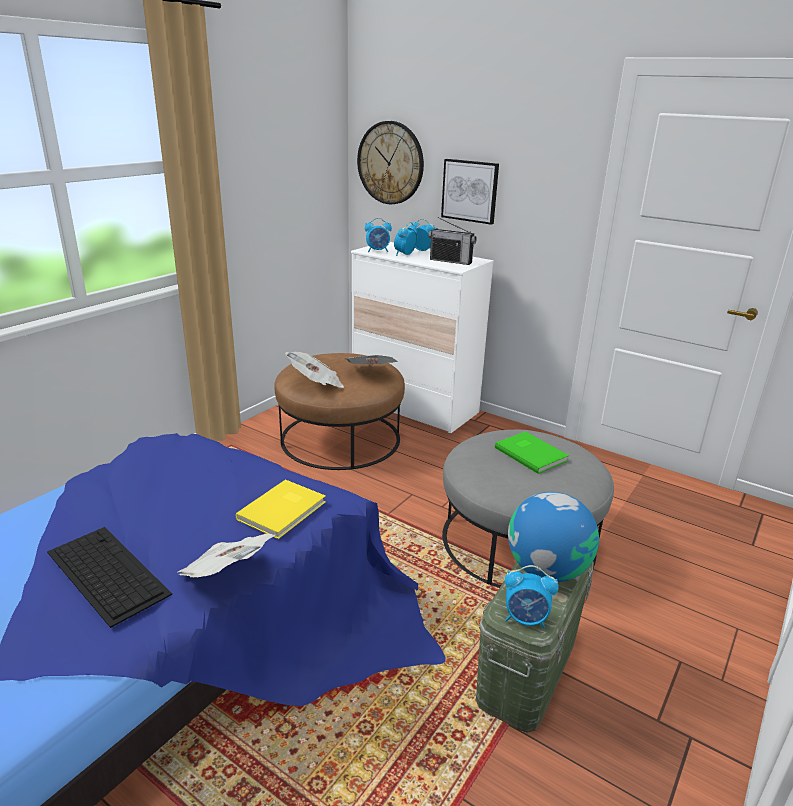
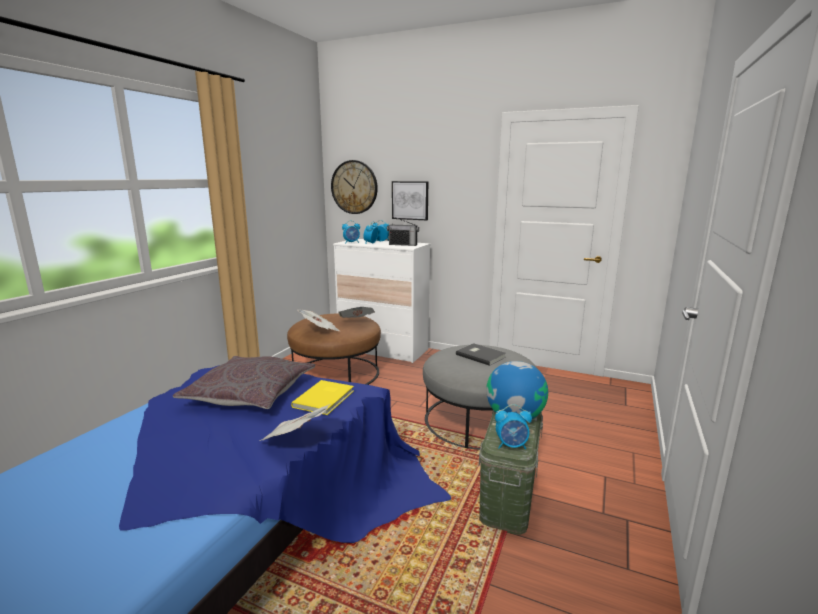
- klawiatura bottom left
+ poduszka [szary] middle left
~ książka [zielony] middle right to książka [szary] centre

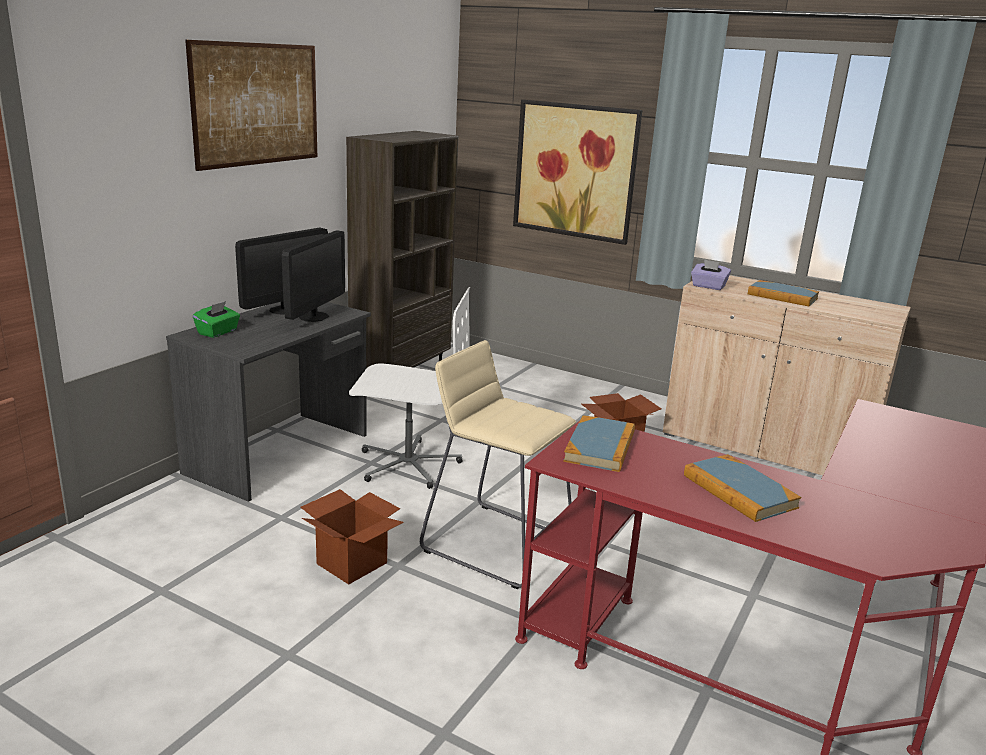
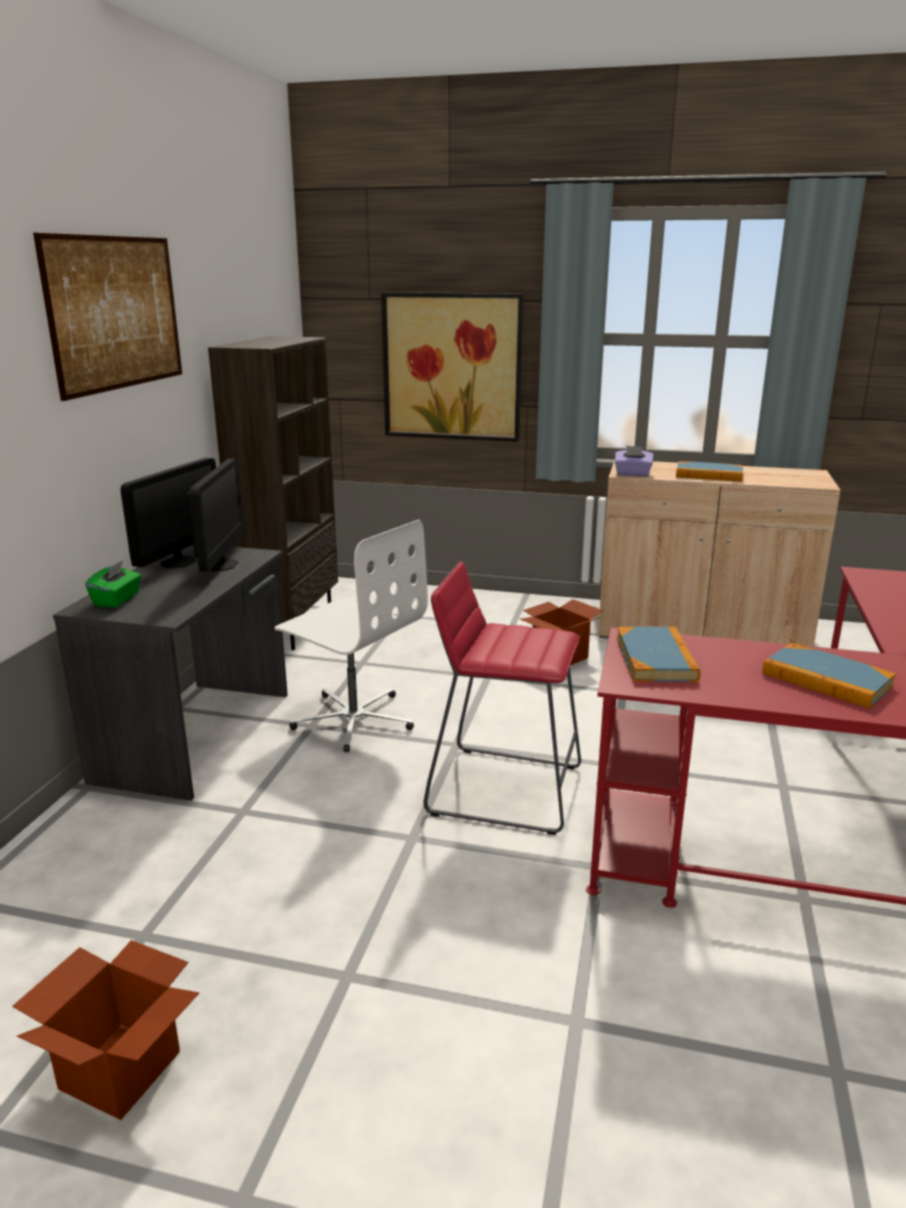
~ karton (no. 1 from left) bottom centre to bottom left
~ stołek [beżowy] centre to stołek [czerwony] centre
~ krzesło biurowe [biały] centre = centre 45 degrees clockwise

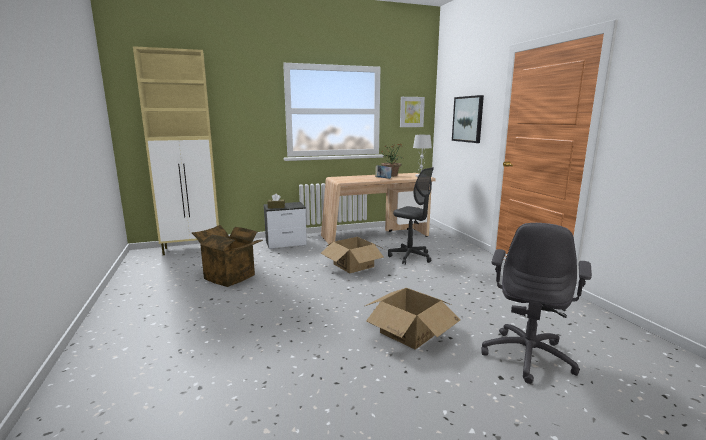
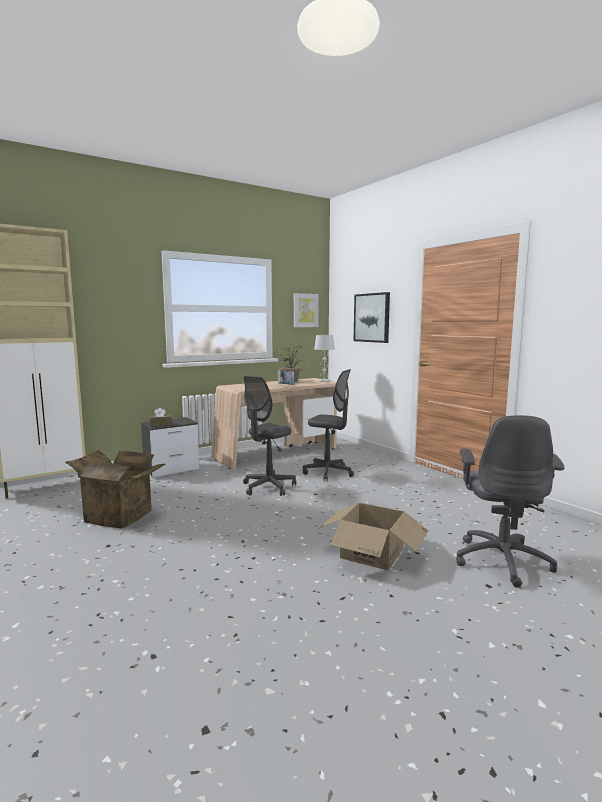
~ karton (no. 2 from left) centre to krzesło biurowe [szary] (no. 1 from left) centre

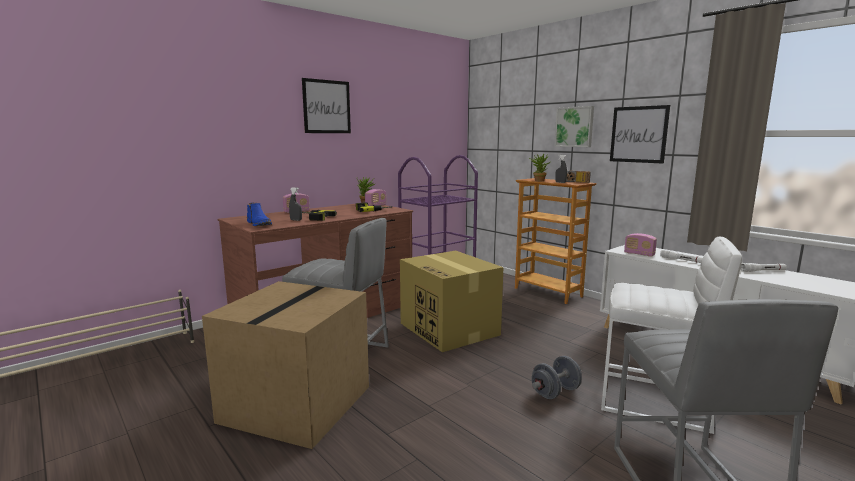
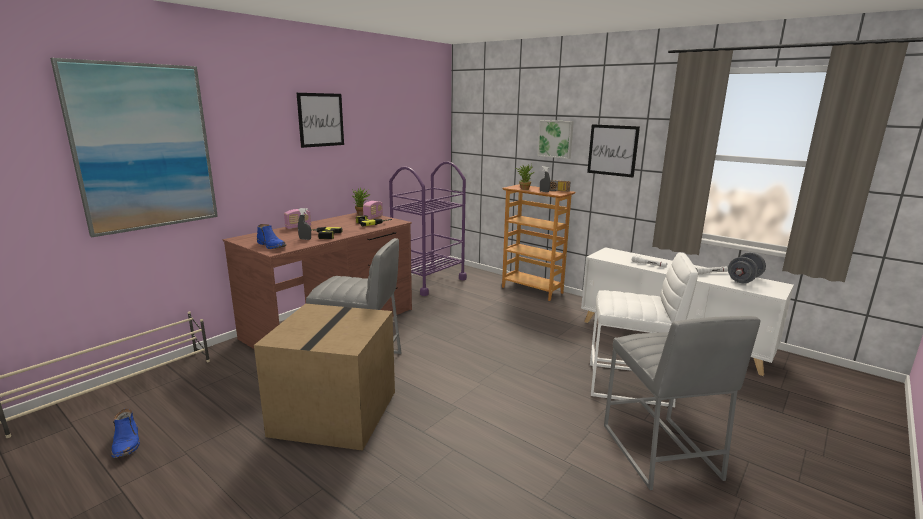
- karton (no. 2 from left) centre
- radio (no. 4 from left) middle right
+ obraz (no. 1 from left) top left
+ but z cholewką [niebieski] (no. 1 from left) bottom left
~ hantel [szary] bottom centre to middle right

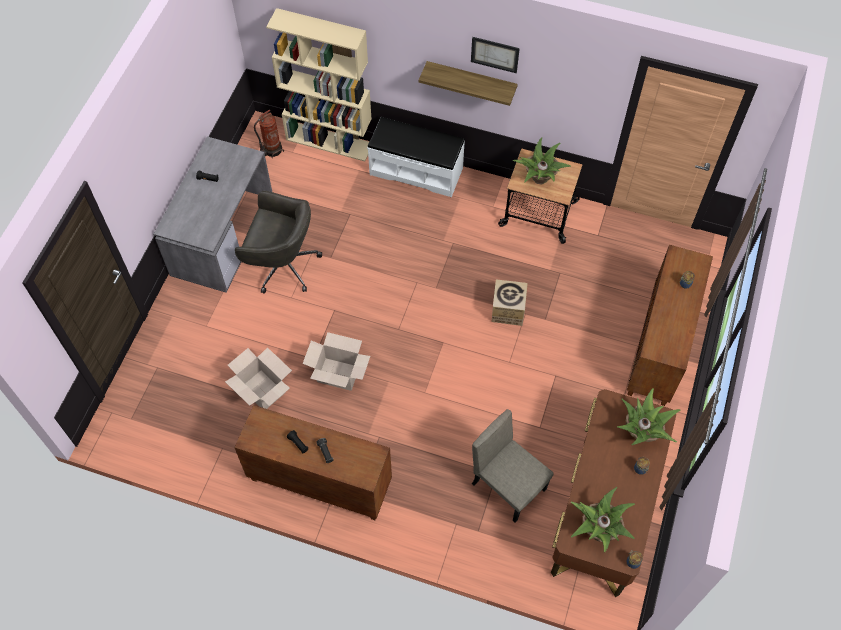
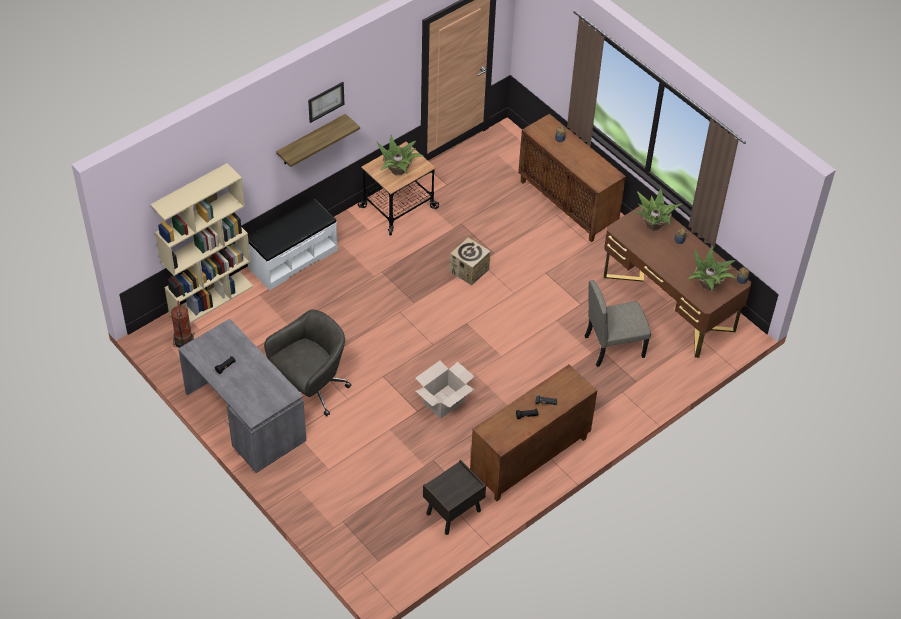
- karton (no. 1 from left) middle left
+ szafka nocna [brązowy] bottom centre

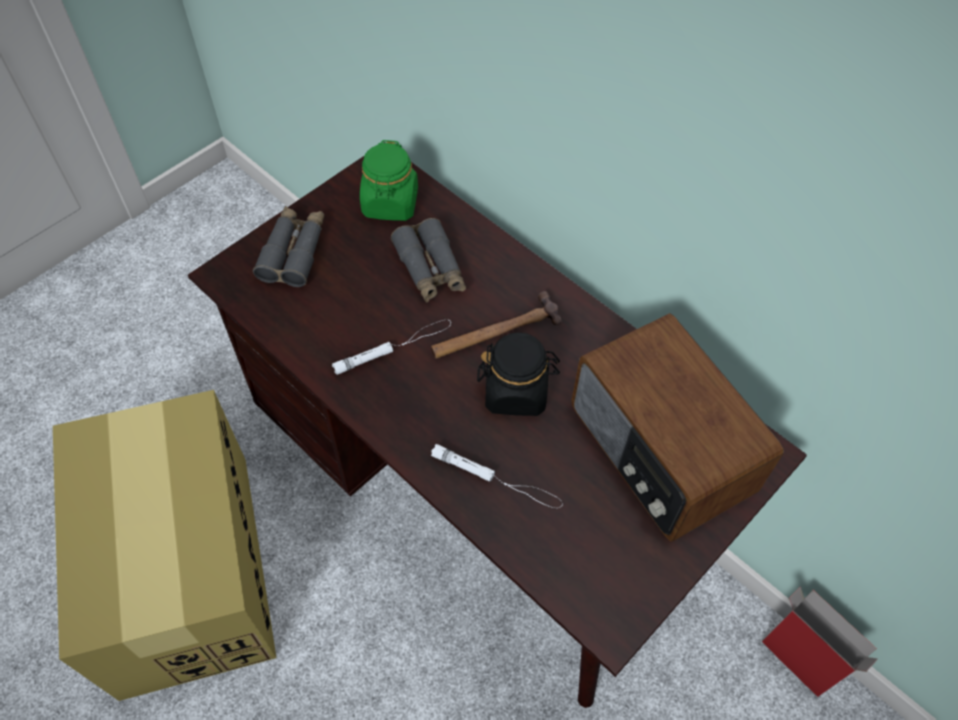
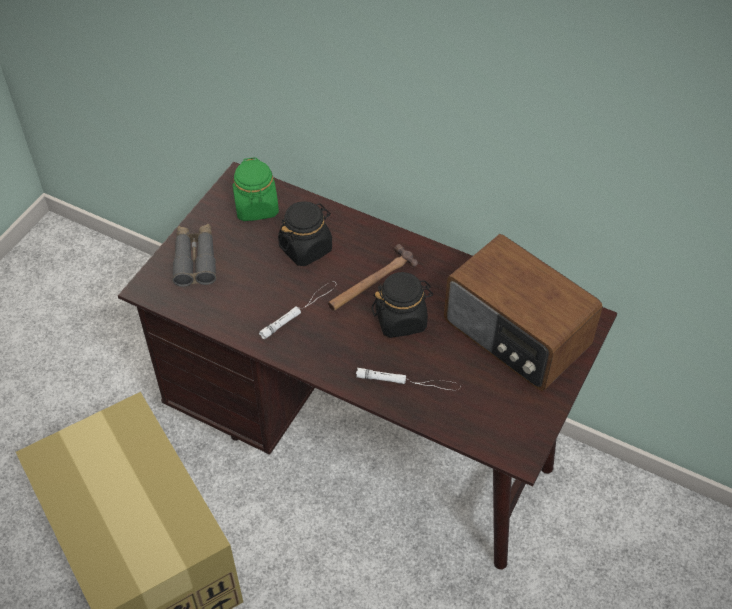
- karton (no. 2 from left) bottom right
~ lornetka [szary] (no. 2 from left) centre to słoik [czarny] (no. 1 from left) centre

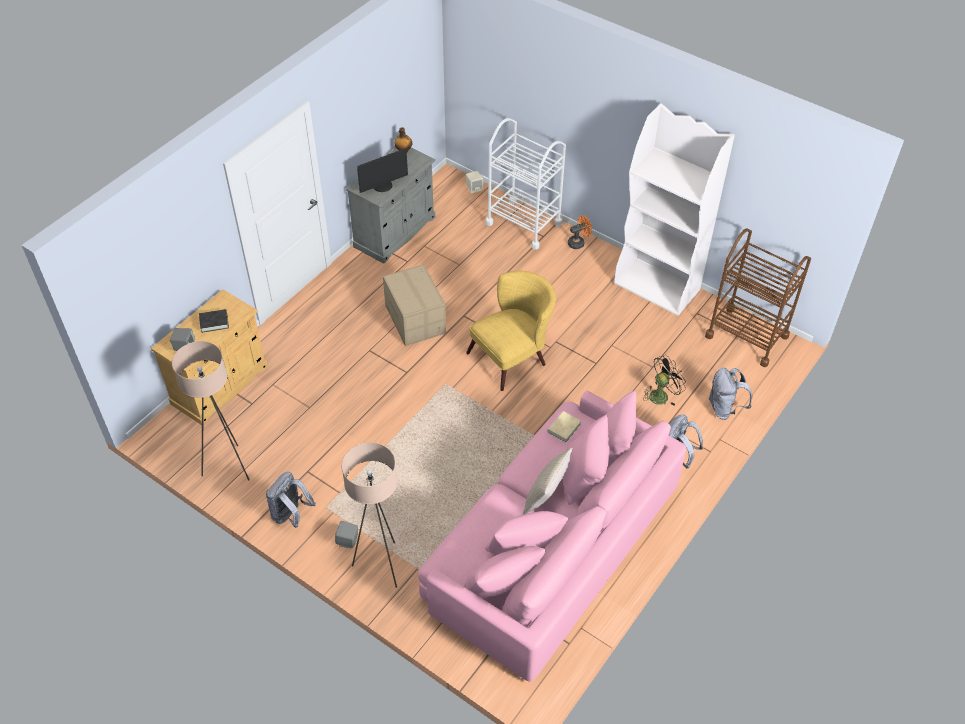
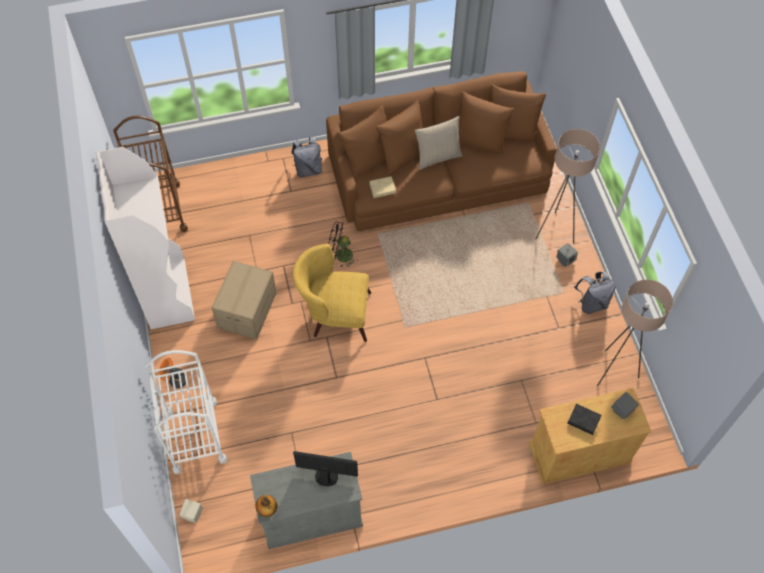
- plecak [szary] (no. 3 from left) middle right
~ karton centre to middle left
~ wentylator [czarny] middle right to centre
~ kanapa [różowy] bottom centre to kanapa [brązowy] top centre

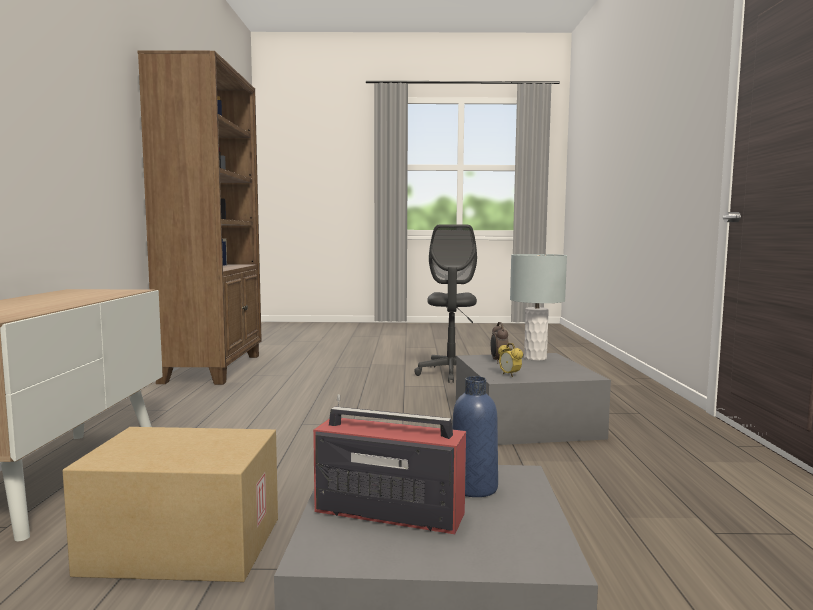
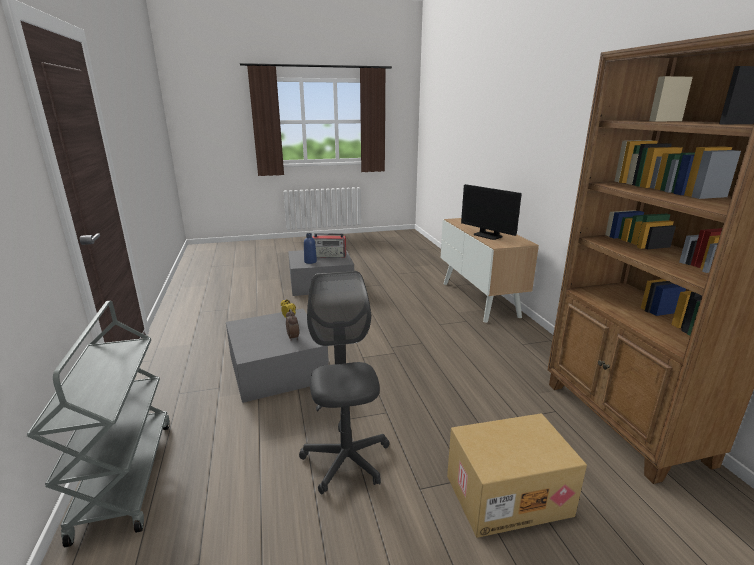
- lampa stołowa [szary] centre
+ wózek [szary] bottom left
+ monitor centre
~ karton bottom left to bottom right

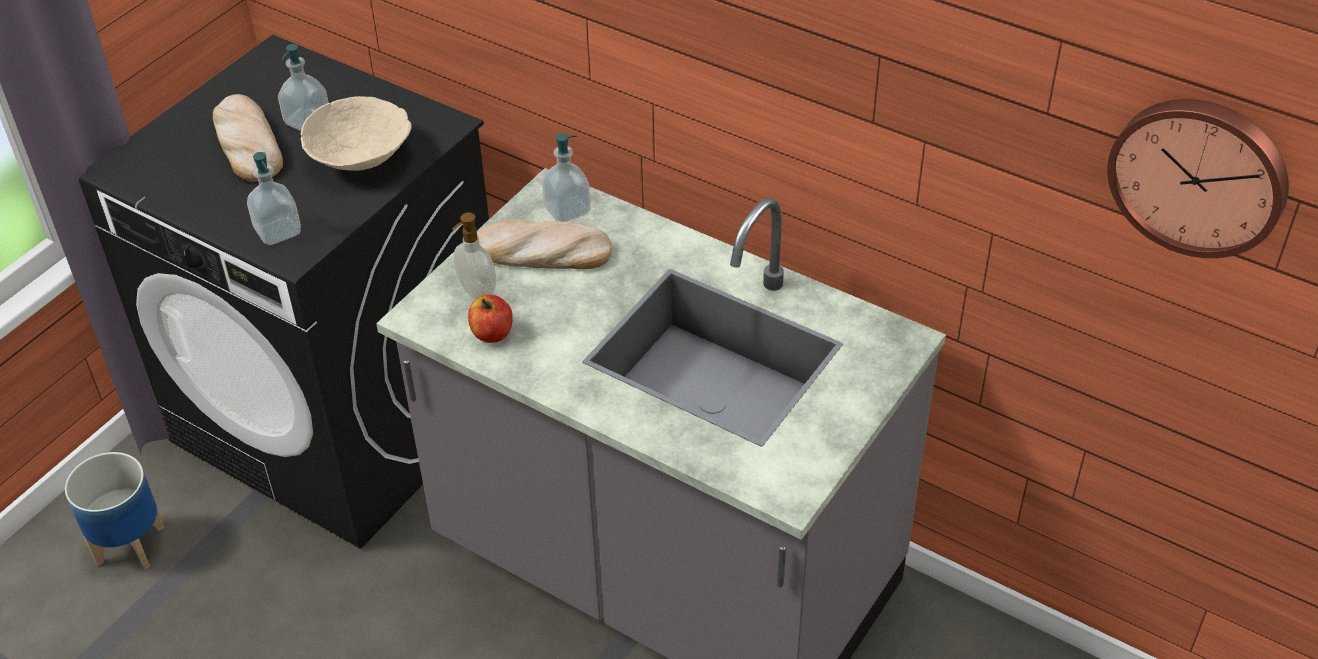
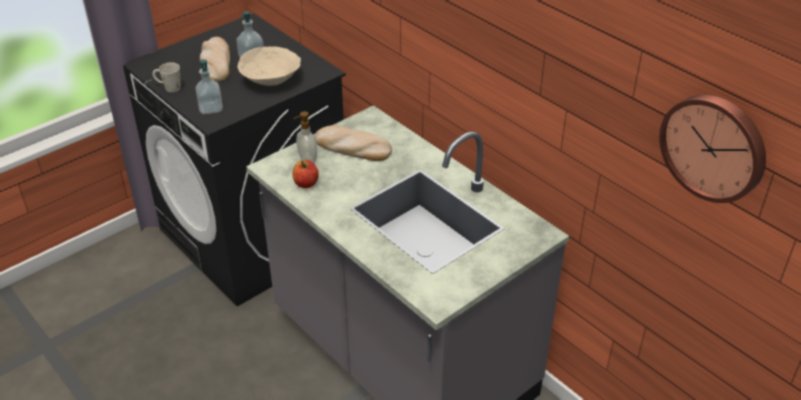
- donica bottom left
- dozownik mydła (no. 4 from left) top centre
+ kubek [biały] top left

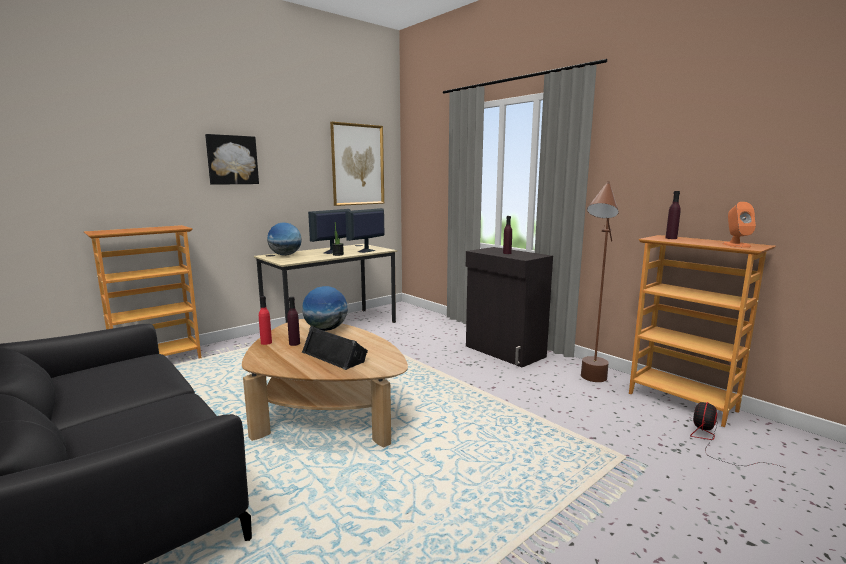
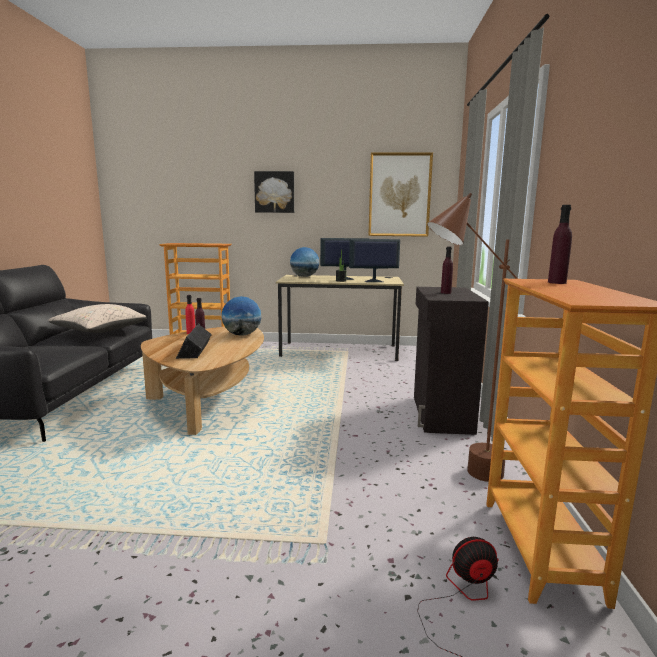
- głośnik [pomarańczowy] middle right
+ poduszka [beżowy] middle left

